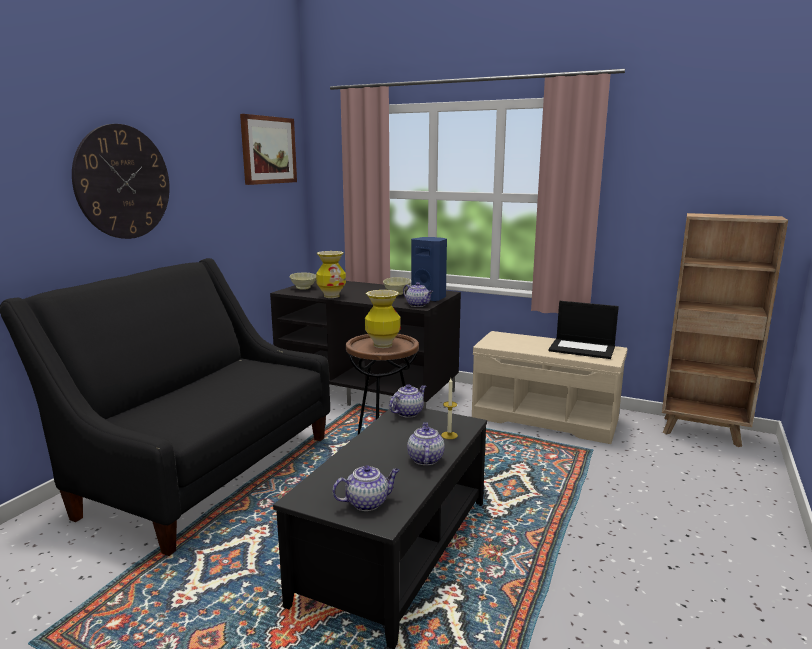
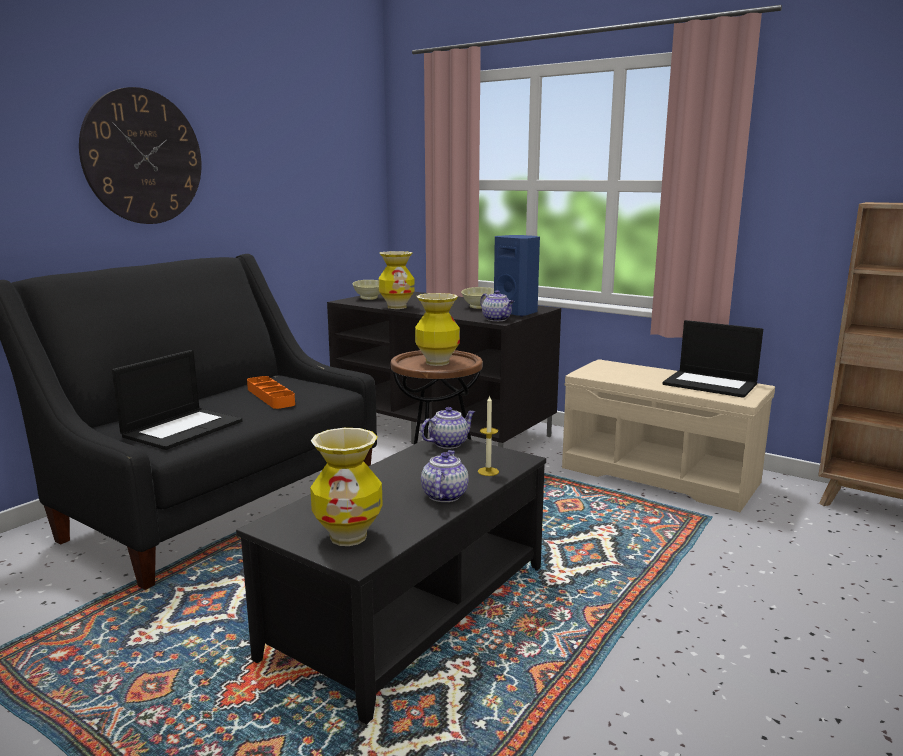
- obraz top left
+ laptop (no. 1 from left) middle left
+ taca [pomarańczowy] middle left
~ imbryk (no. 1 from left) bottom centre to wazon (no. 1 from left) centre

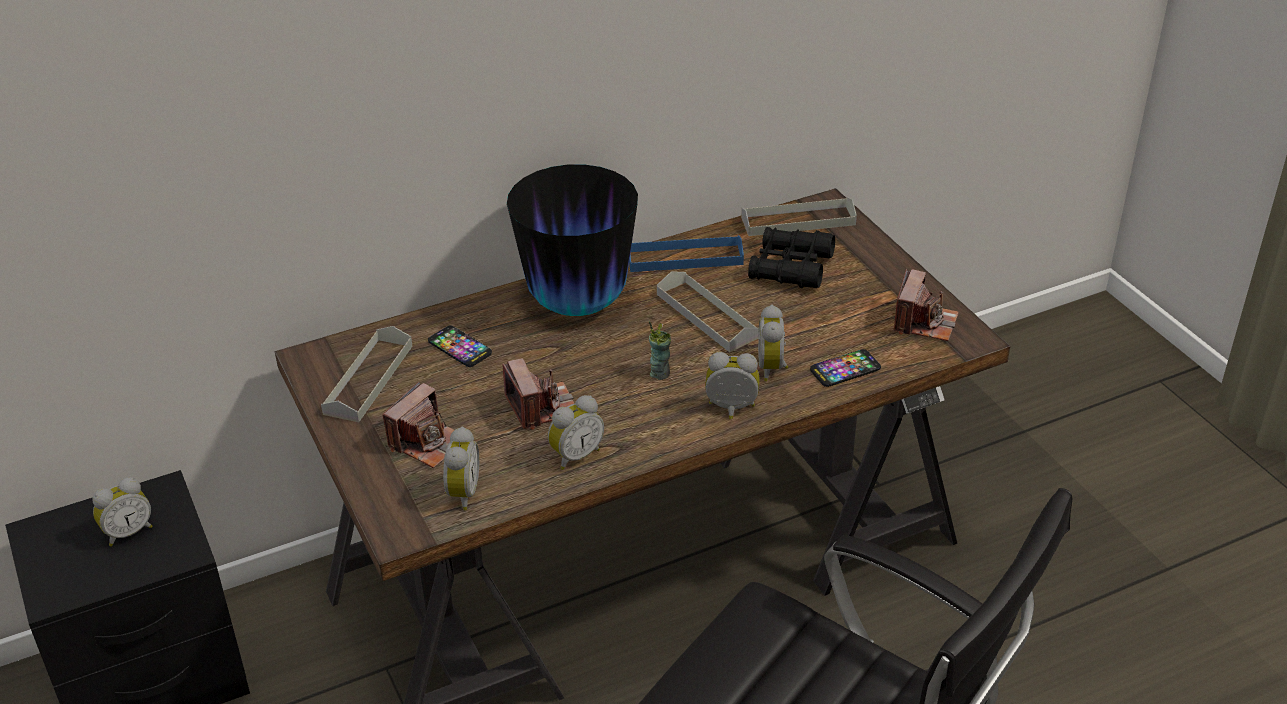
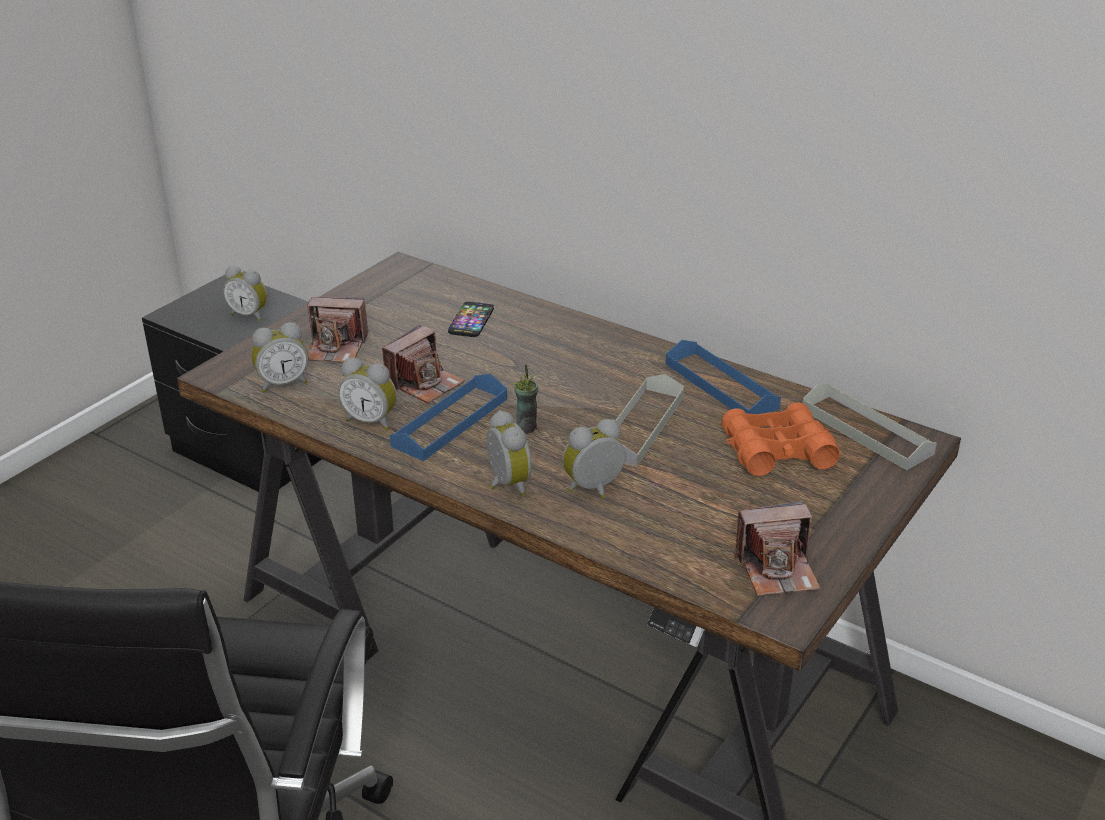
- taca [szary] (no. 1 from left) middle left
- wazon centre
- telefon (no. 2 from left) centre
+ taca [niebieski] (no. 1 from left) centre
~ lornetka [czarny] centre to lornetka [pomarańczowy] middle right

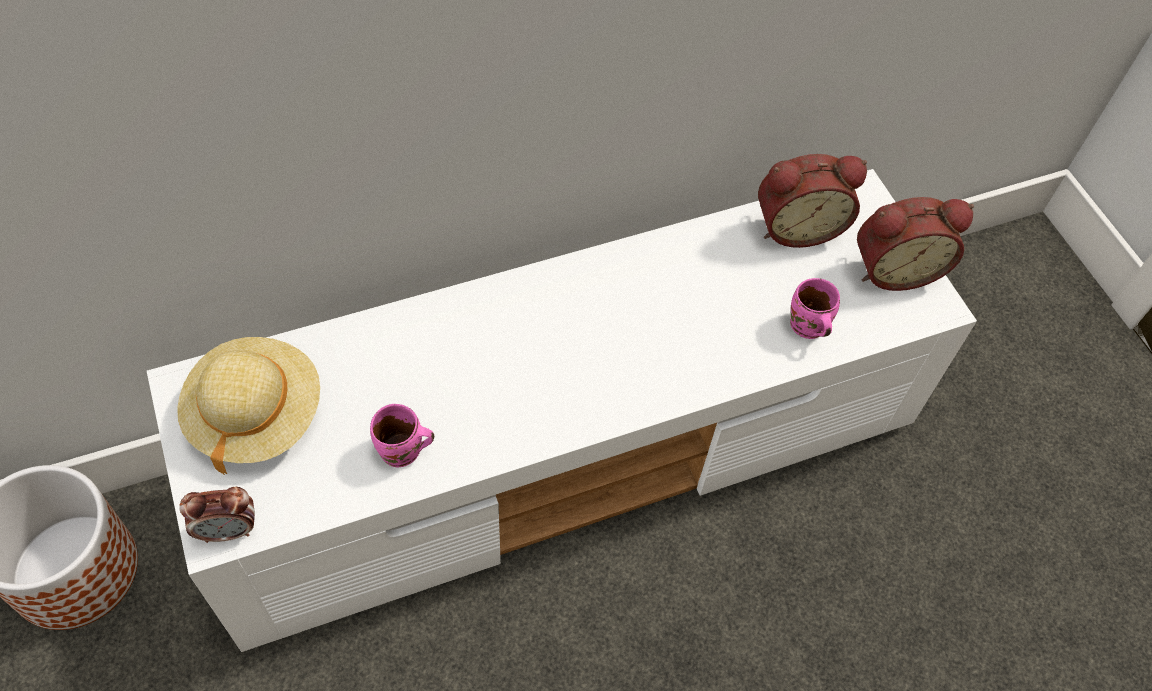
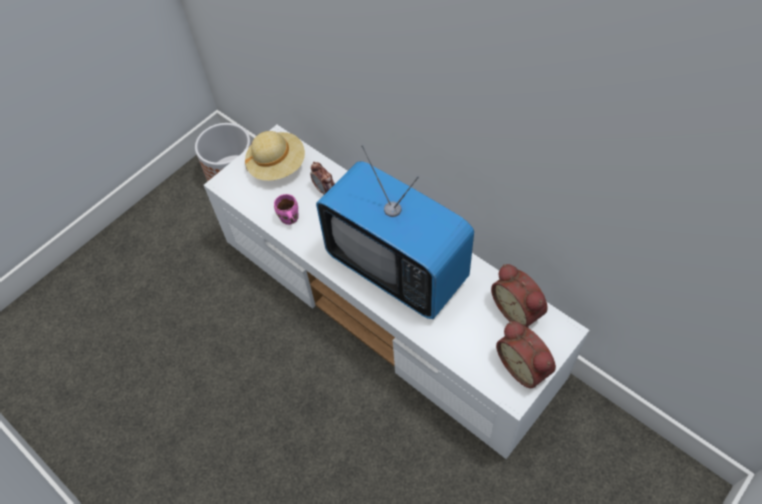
- kubek [różowy] (no. 2 from left) middle right
+ telewizor centre
~ budzik (no. 1 from left) bottom left to centre

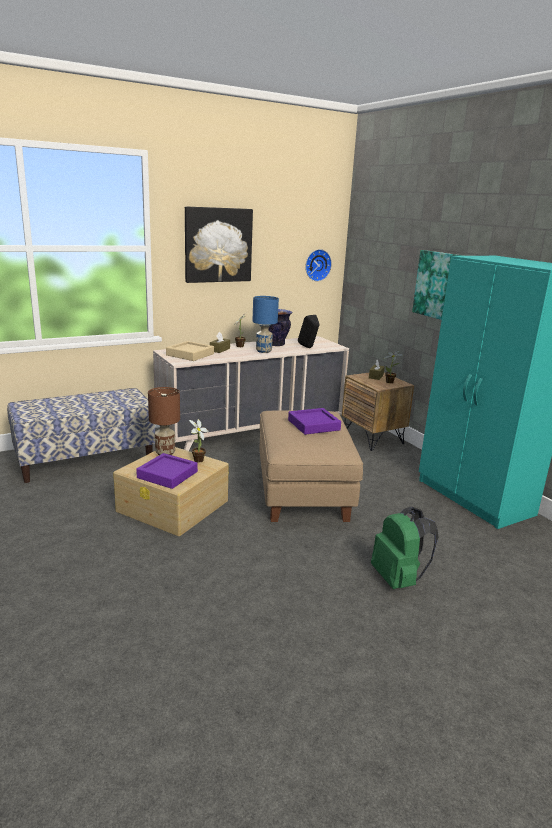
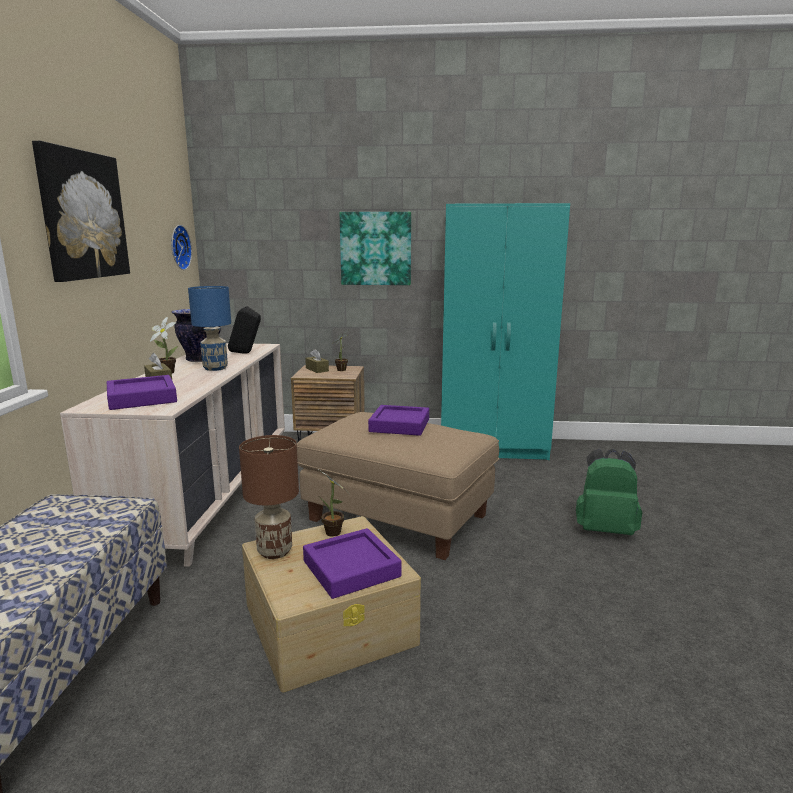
~ taca [beżowy] centre to taca [fioletowy] (no. 1 from left) middle left

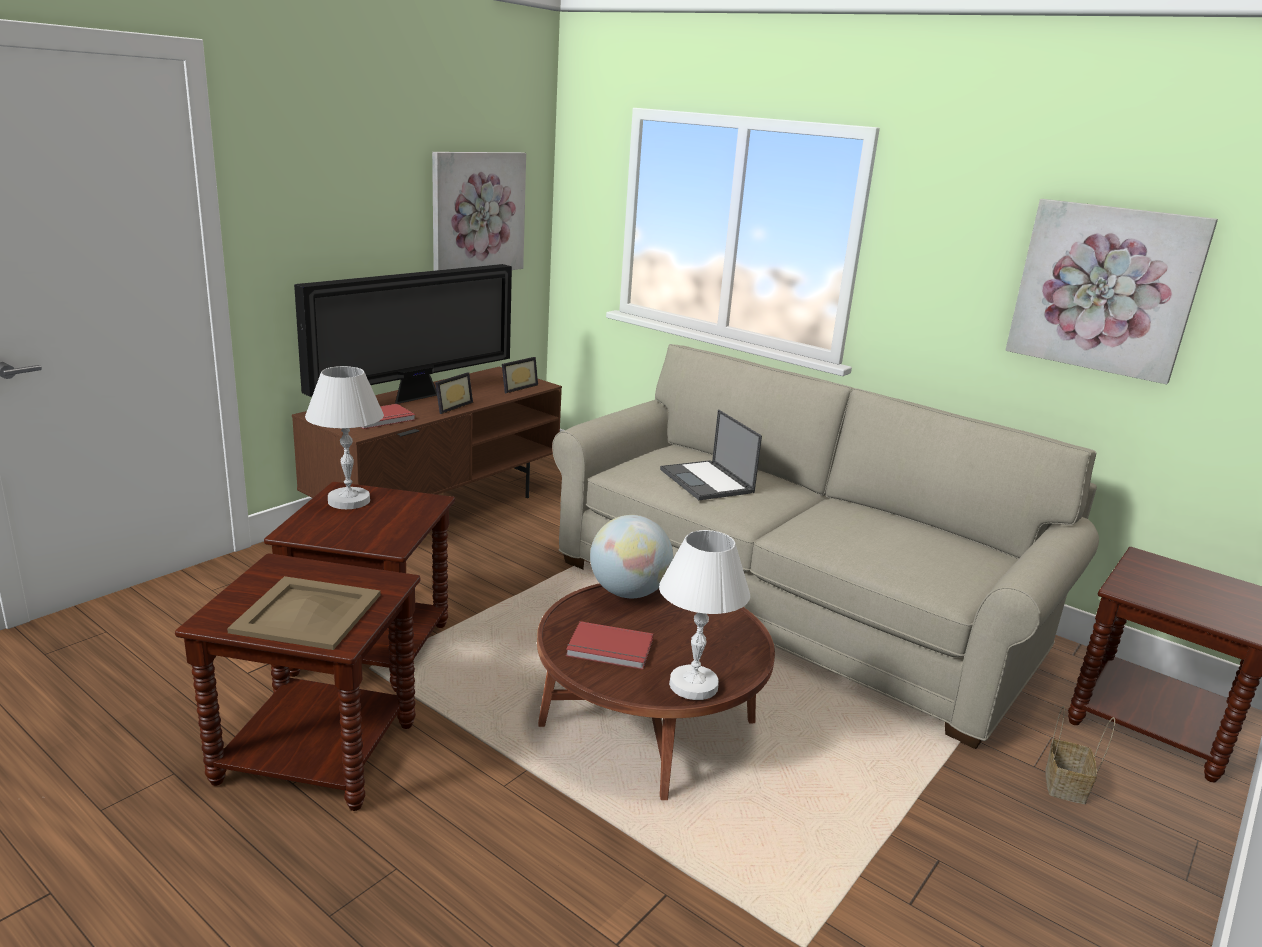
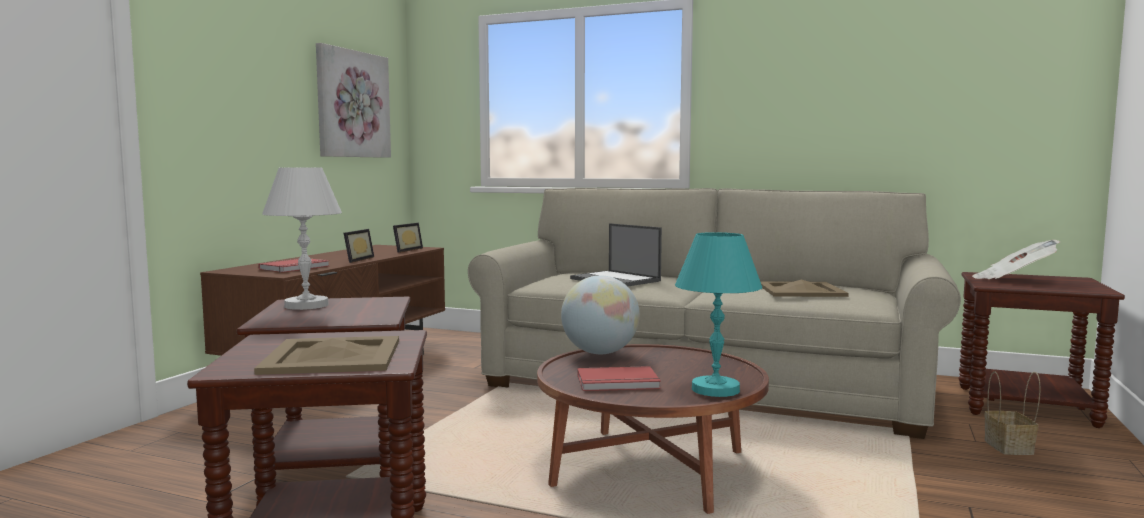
- telewizor middle left
- obraz (no. 2 from left) top right
+ taca [beżowy] (no. 2 from left) middle right
+ gazeta middle right
~ lampa stołowa [biały] (no. 2 from left) centre to lampa stołowa [turkusowy] centre

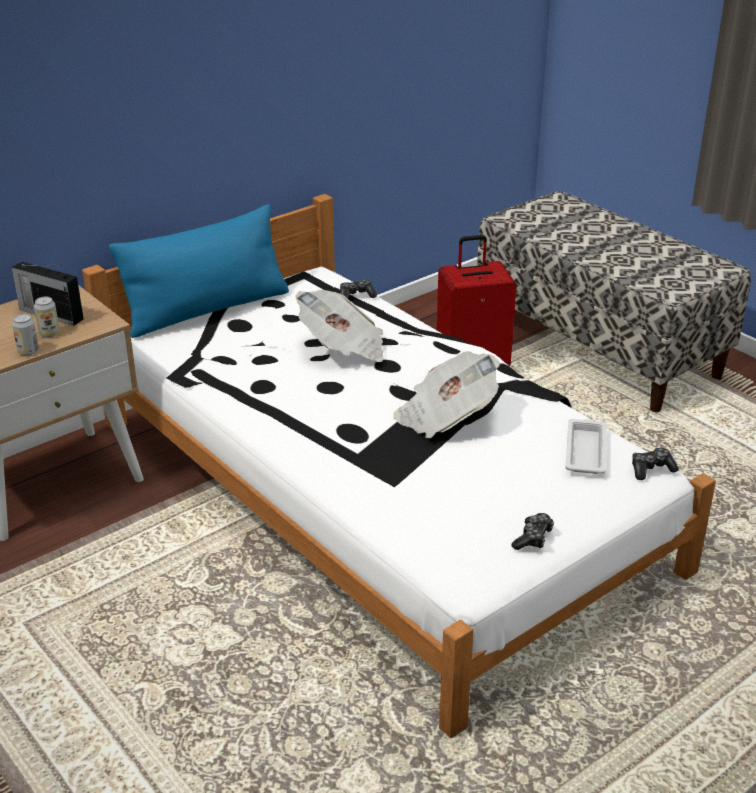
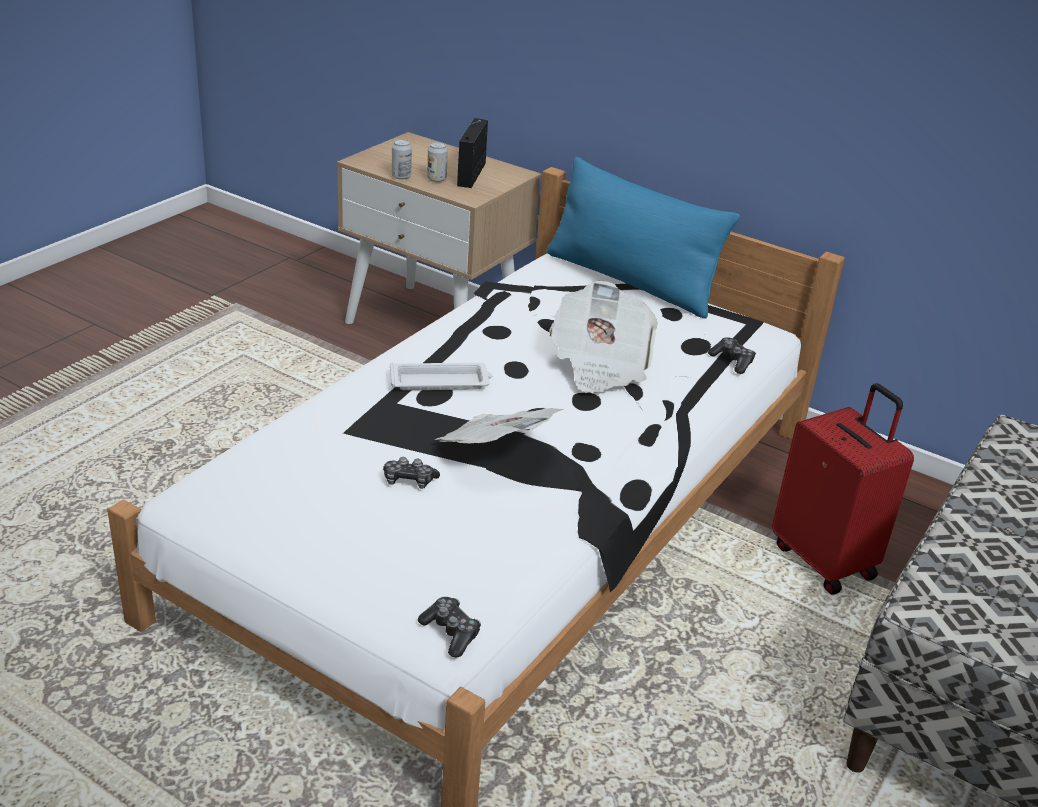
~ pad do gier (no. 2 from left in the first image) bottom right to pad do gier (no. 1 from left) centre
~ taca [biały] middle right to centre

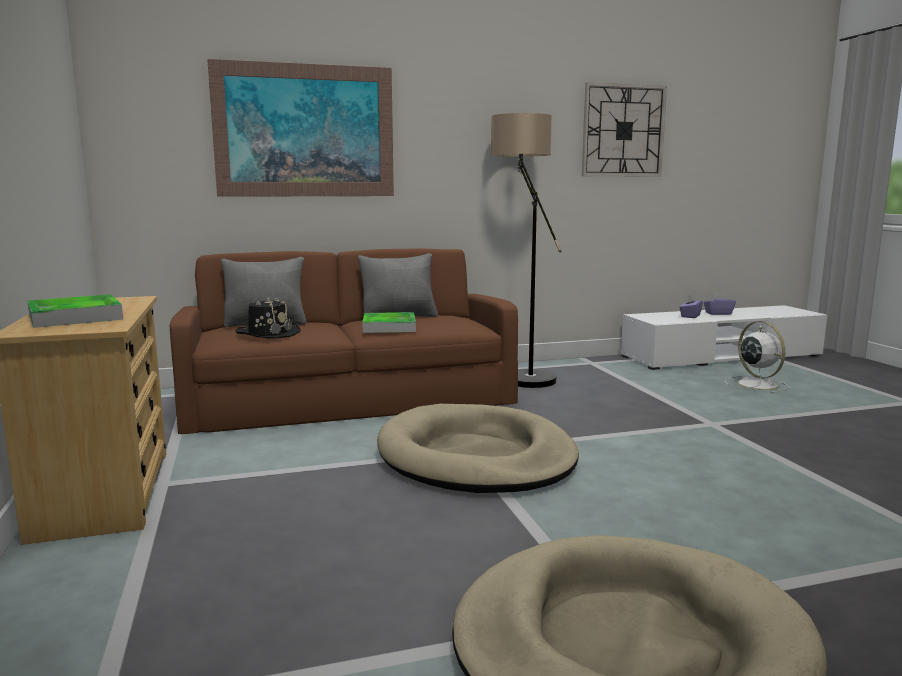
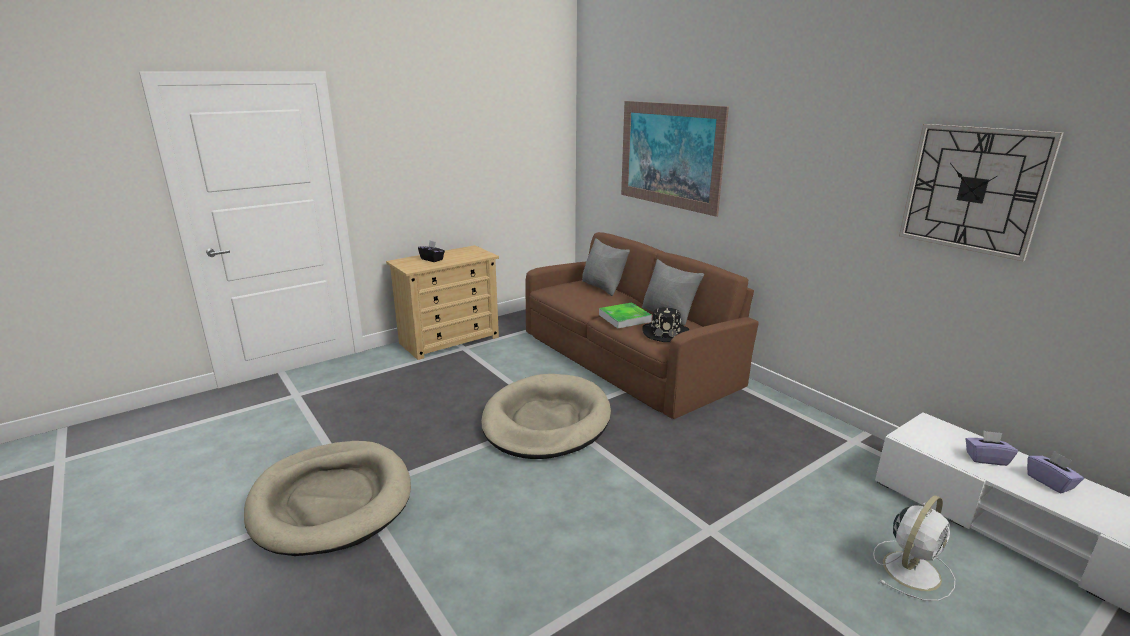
- lampa stojąca centre
~ kapelusz [czarny] middle left to centre
~ taca (no. 1 from left) middle left to pudełko chusteczek [czarny] centre

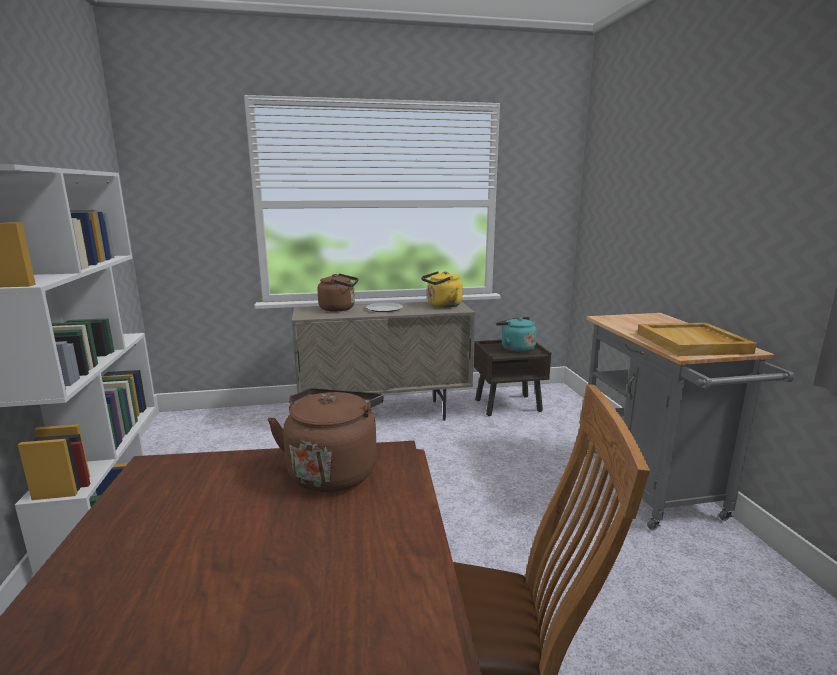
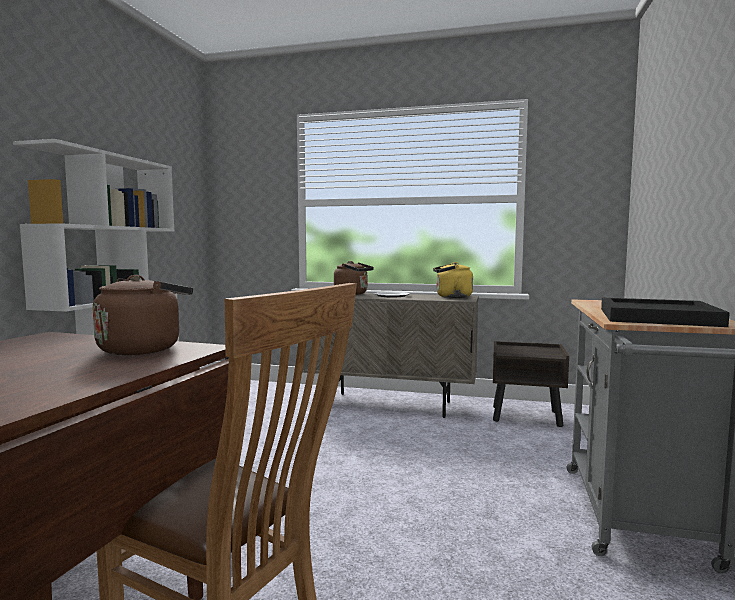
- czajnik [turkusowy] centre
~ taca [beżowy] middle right to taca [czarny] middle right

